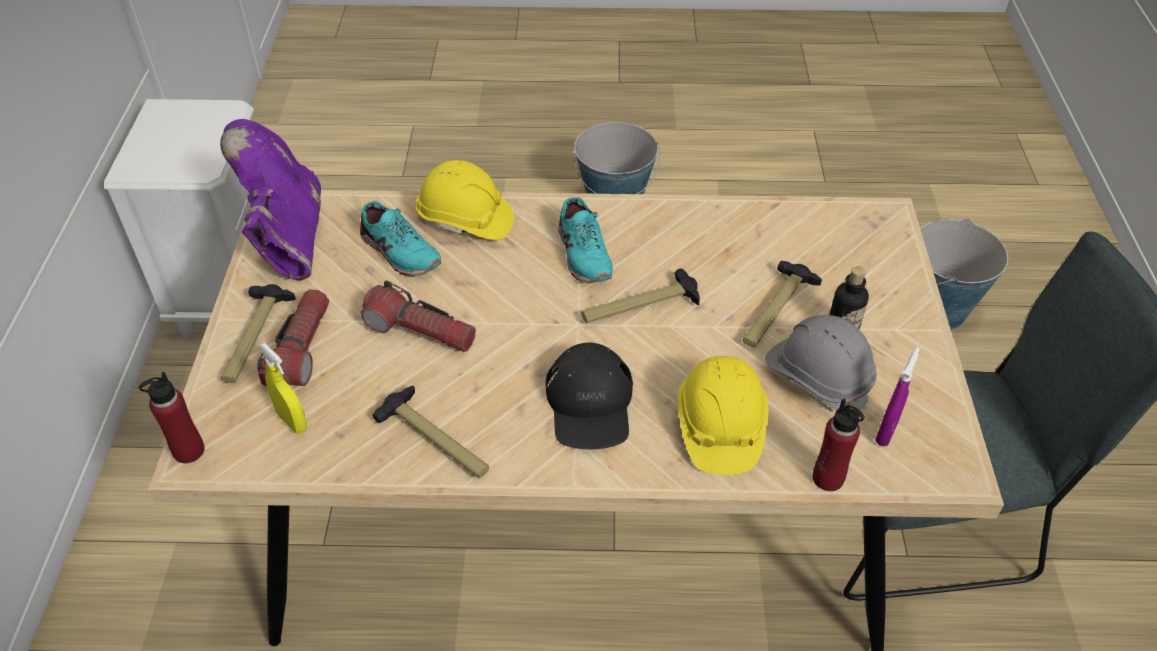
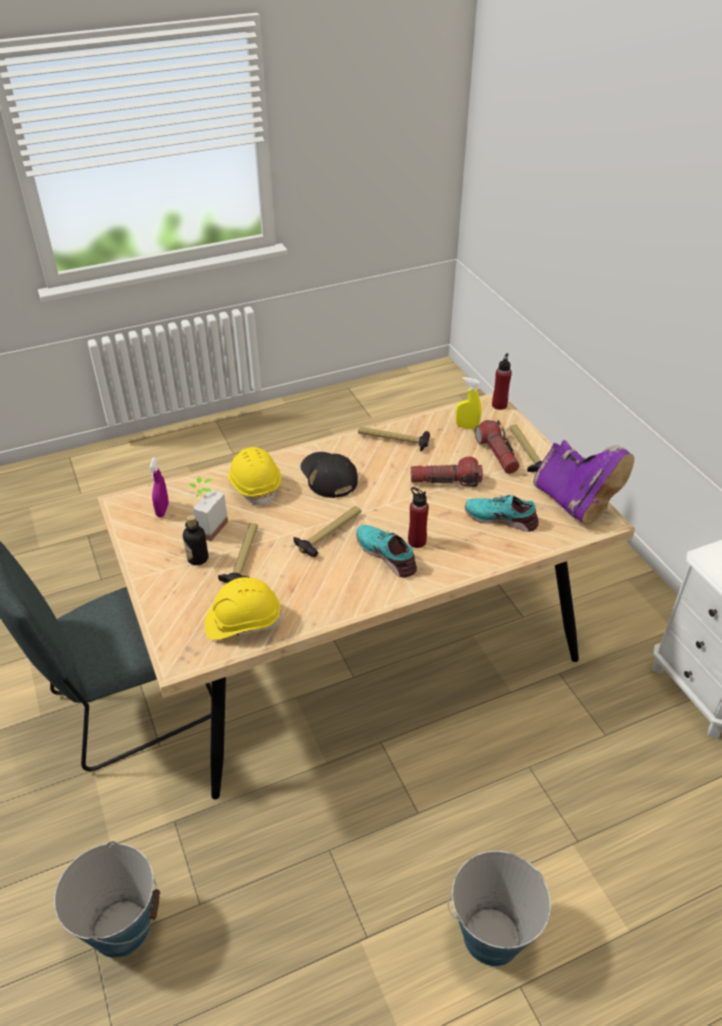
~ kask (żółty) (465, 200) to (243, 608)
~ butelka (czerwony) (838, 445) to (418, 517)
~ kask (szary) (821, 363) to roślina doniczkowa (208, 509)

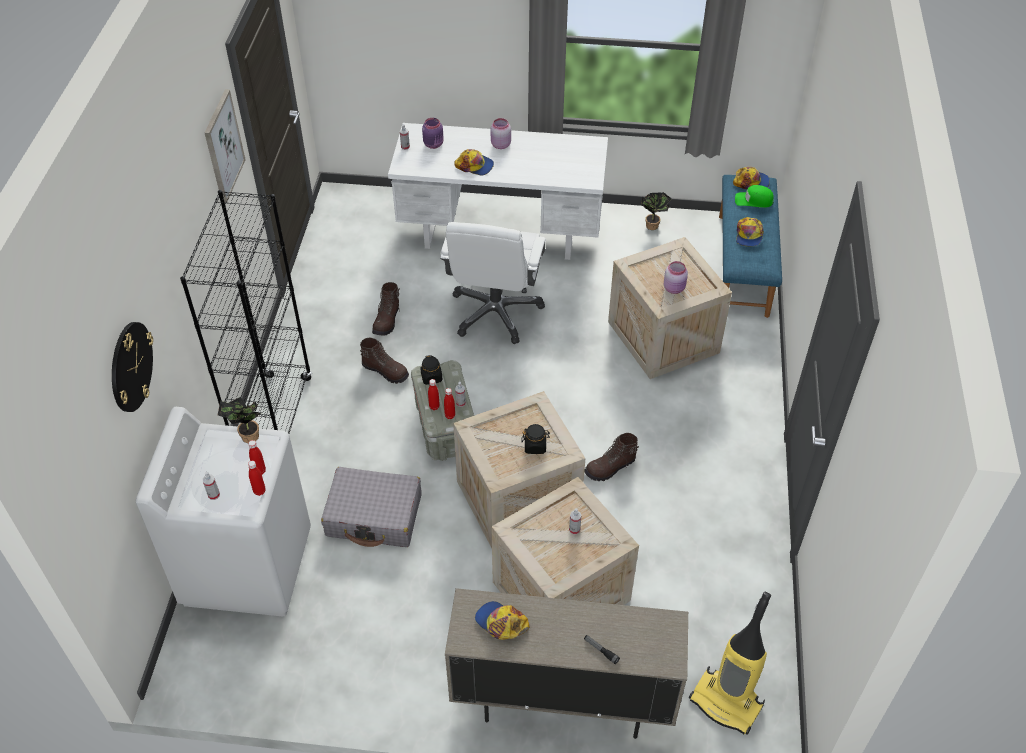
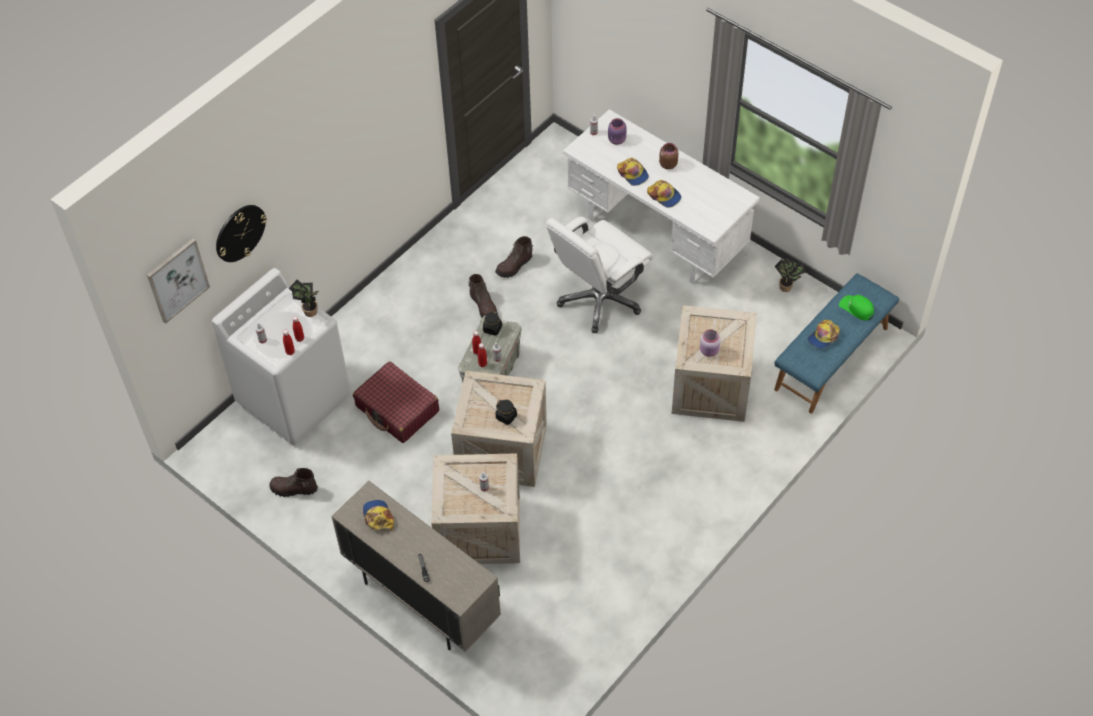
- regał (czarny) (246, 311)
- odkurzacz (730, 663)
~ obraz (225, 146) to (178, 281)
~ but z cholewką (brązowy) (611, 457) to (293, 482)
~ czapka z daszkiem (751, 178) to (664, 194)
~ walizka (szary) (371, 507) to walizka (czerwony) (396, 402)
~ słoik (różowy) (501, 133) to słoik (brązowy) (668, 156)

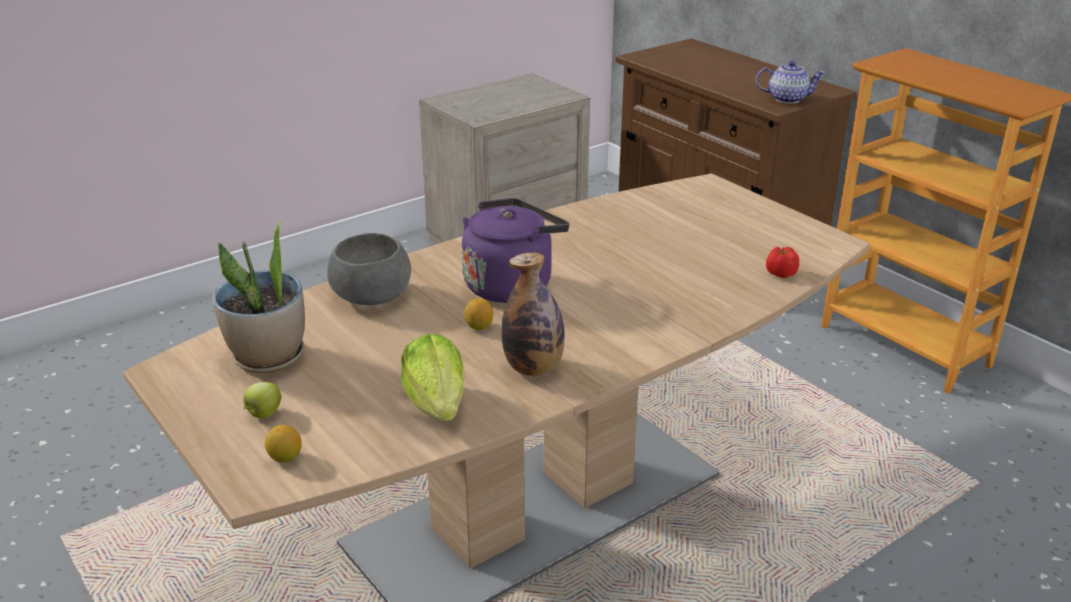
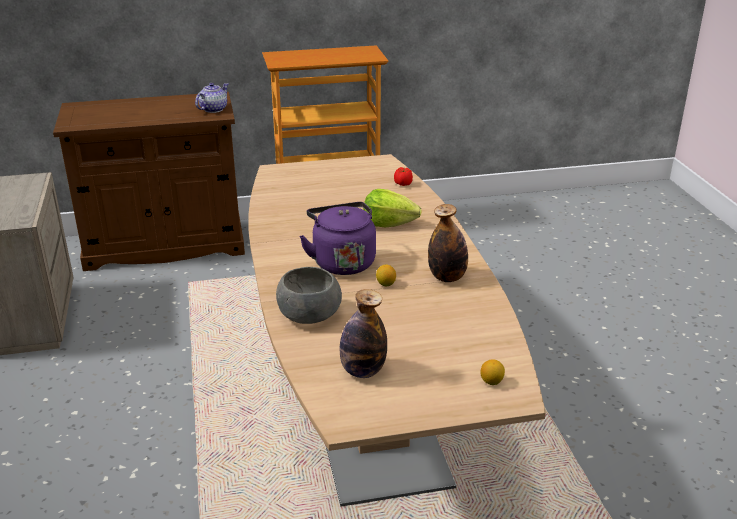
- jabłko (262, 400)
~ sałata (433, 377) to (392, 208)
~ roślina doniczkowa (258, 296) to butelka (363, 333)

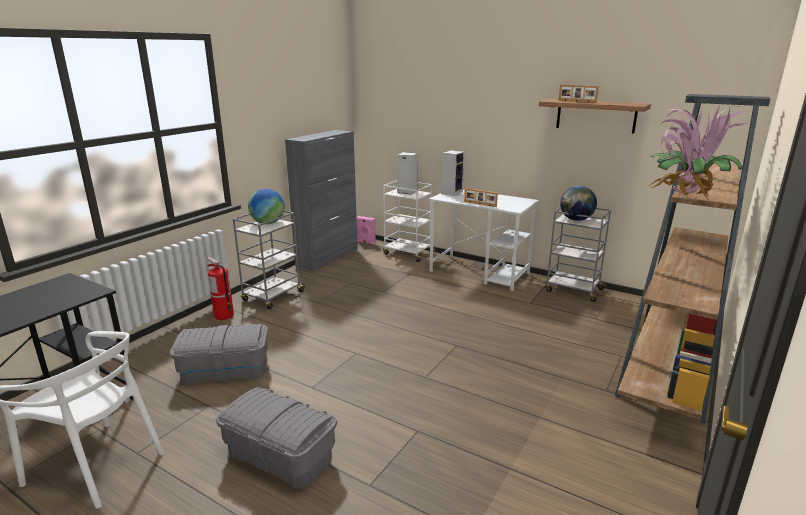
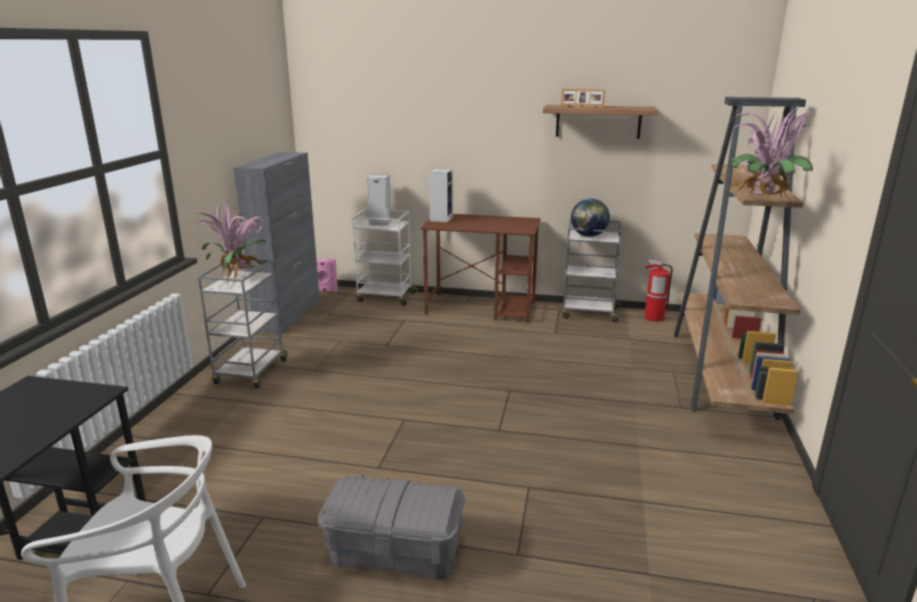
- pojemnik do przechowywania (szary) (219, 354)
- ramka na zdjęcie (481, 197)
~ gaśnica (220, 288) to (659, 290)
~ globus (266, 206) to roślina doniczkowa (230, 242)
~ biurko (biały) (484, 240) to biurko (brązowy) (481, 268)

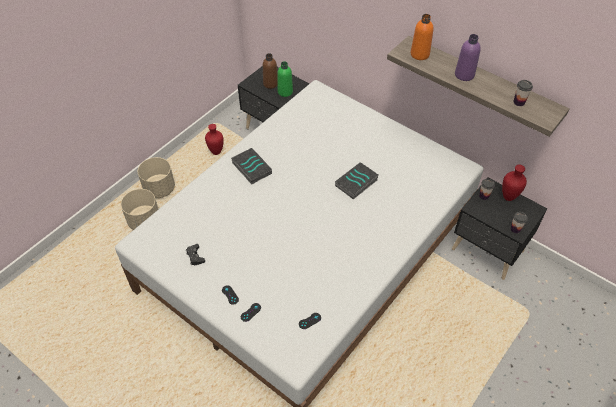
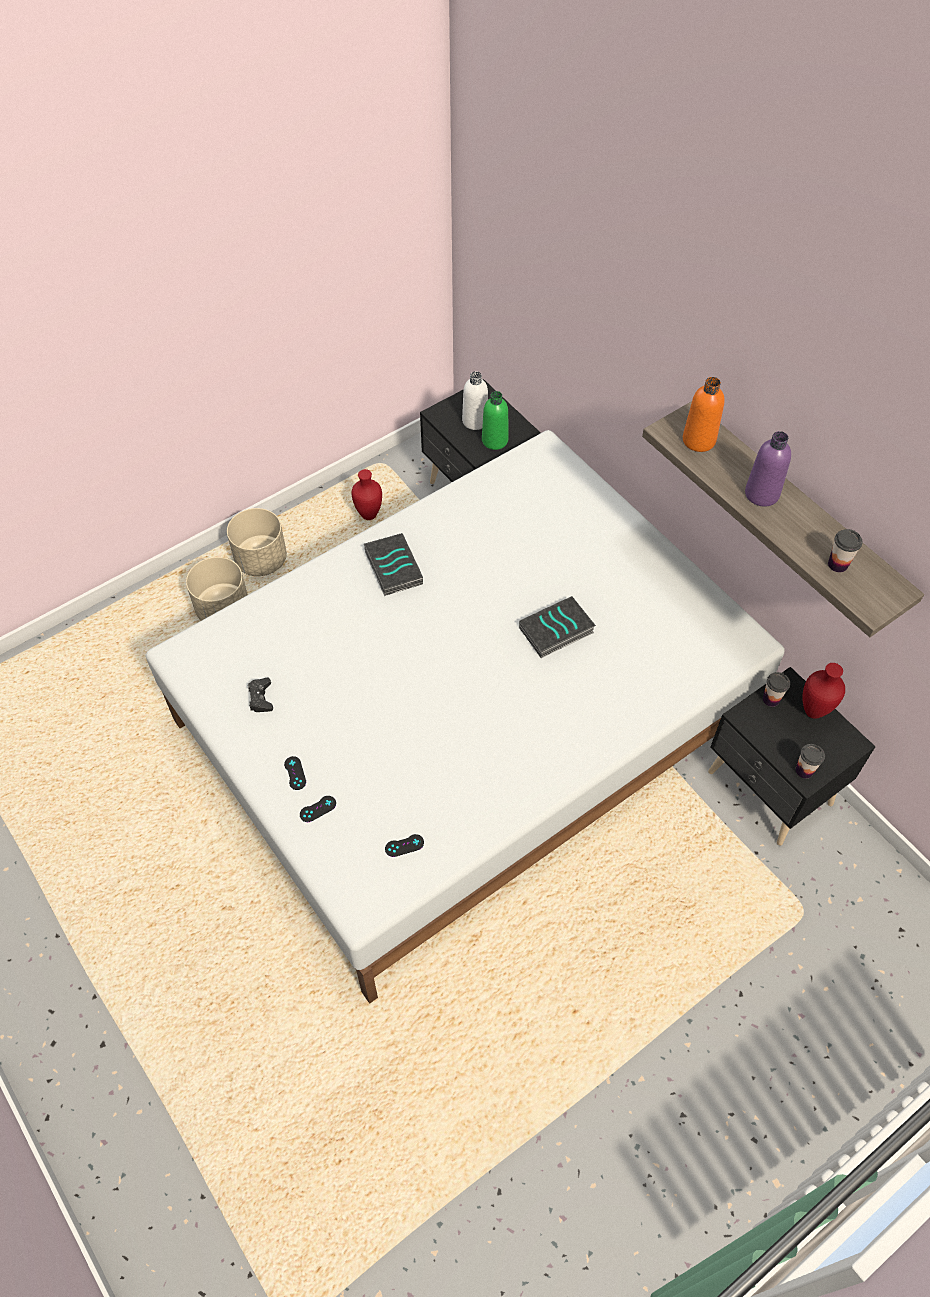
~ butelka (brązowy) (270, 71) to butelka (biały) (475, 400)

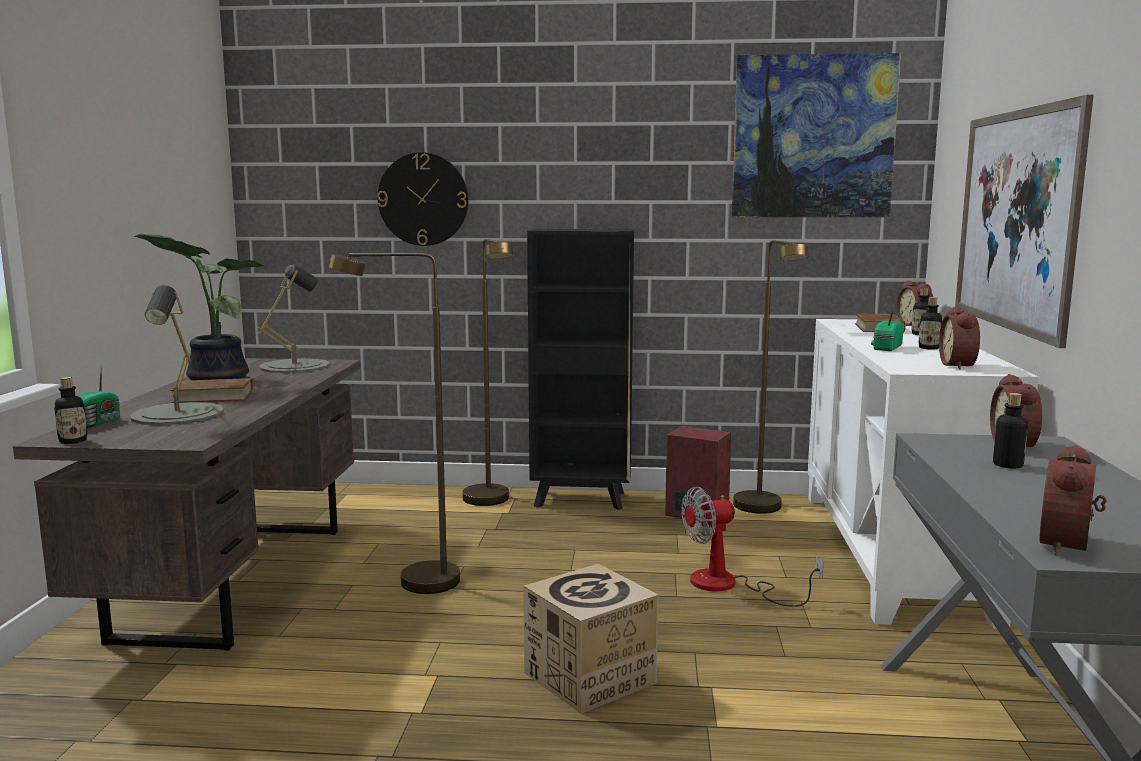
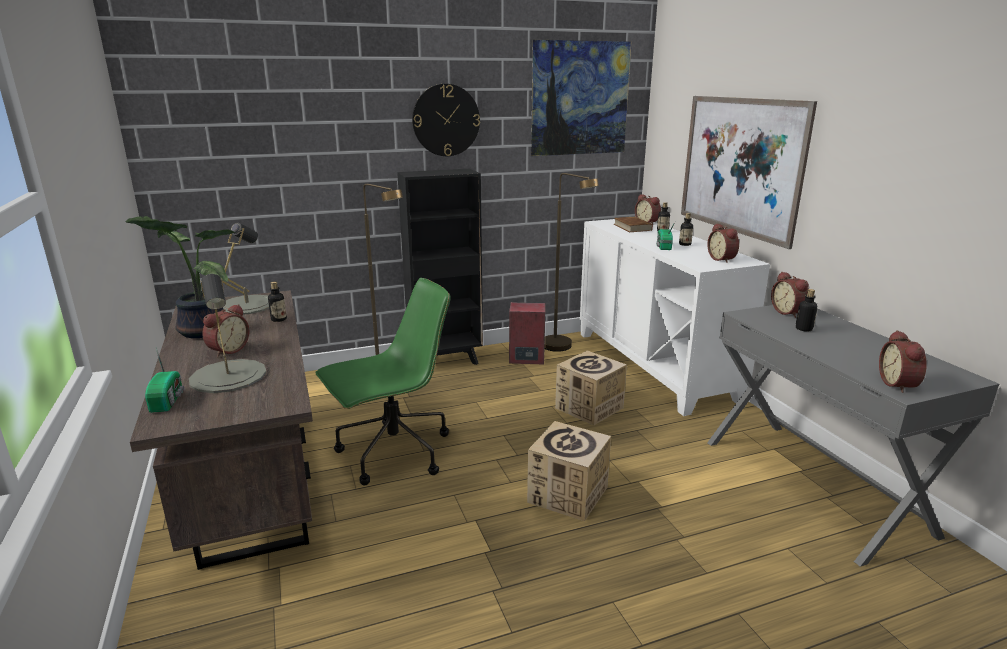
~ butelka (70, 410) to (277, 302)
~ zegar ścienny (423, 199) to (446, 120)
~ książka (brązowy) (210, 390) to budzik (225, 330)
~ lampa stojąca (brązowy) (394, 423) to krzesło biurowe (zielony) (383, 381)
~ wentylator (752, 547) to karton (591, 387)

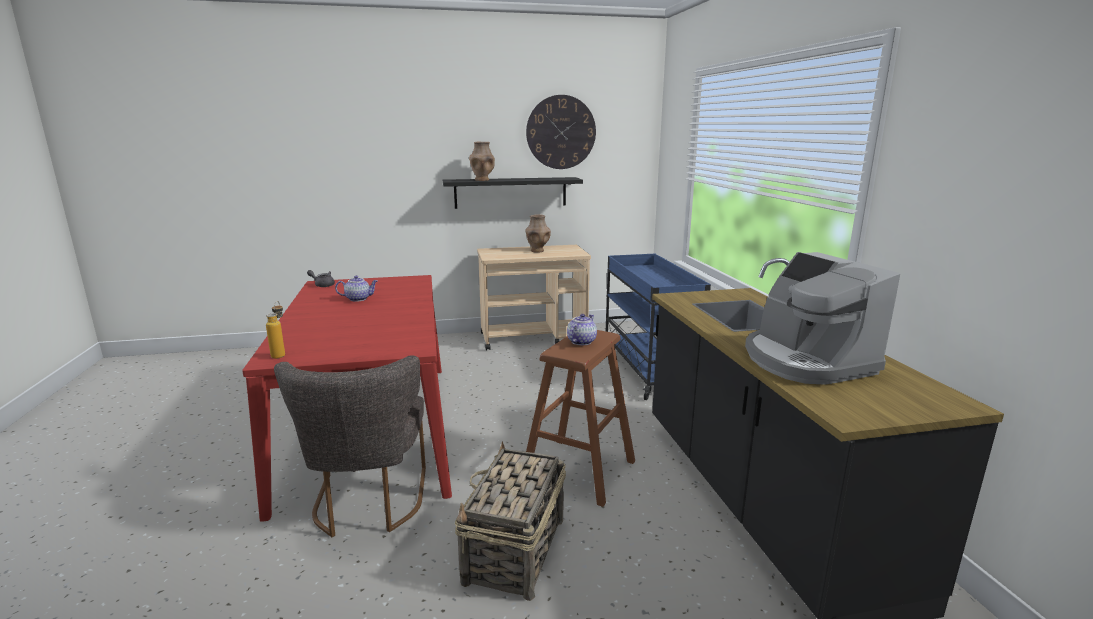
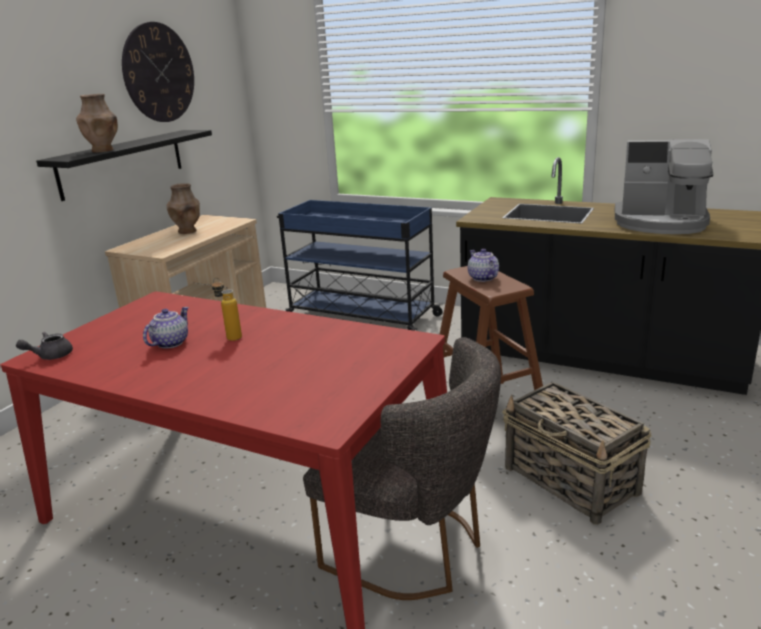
~ butelka (275, 330) to (227, 309)

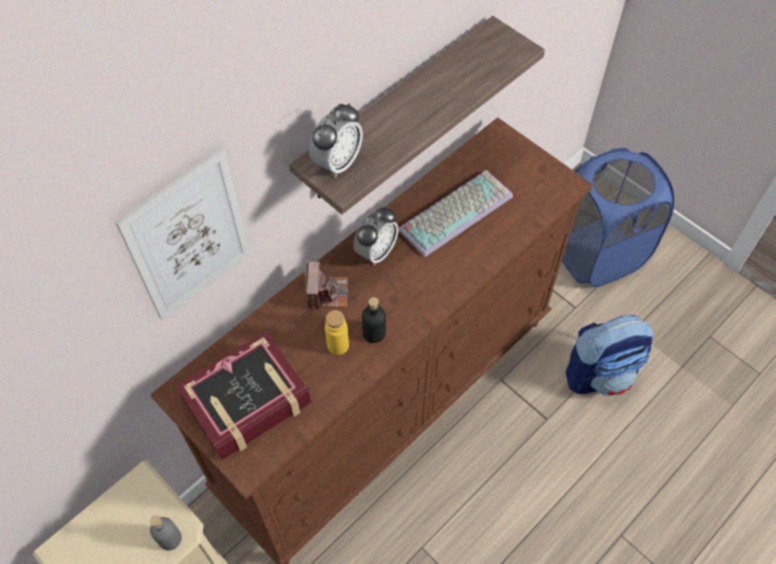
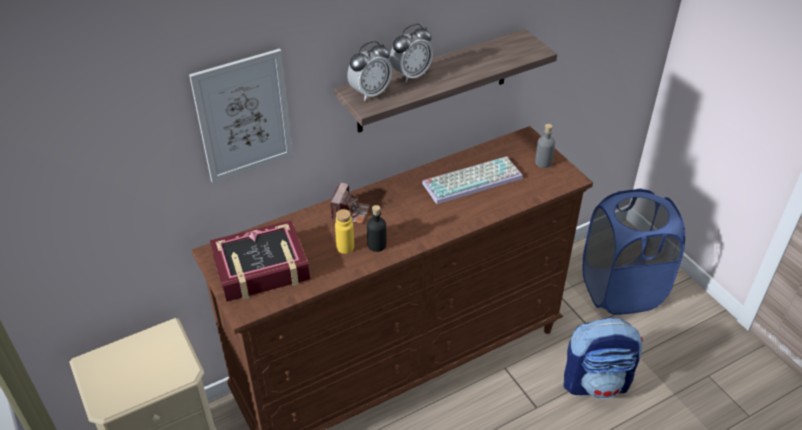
~ butelka (szary) (166, 533) to (545, 146)
~ budzik (376, 236) to (411, 53)

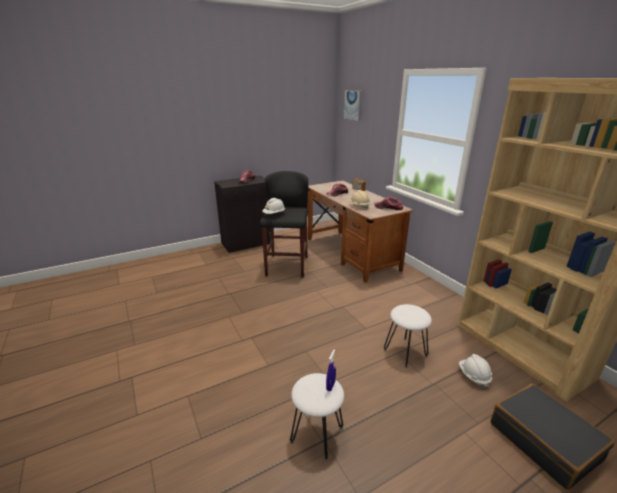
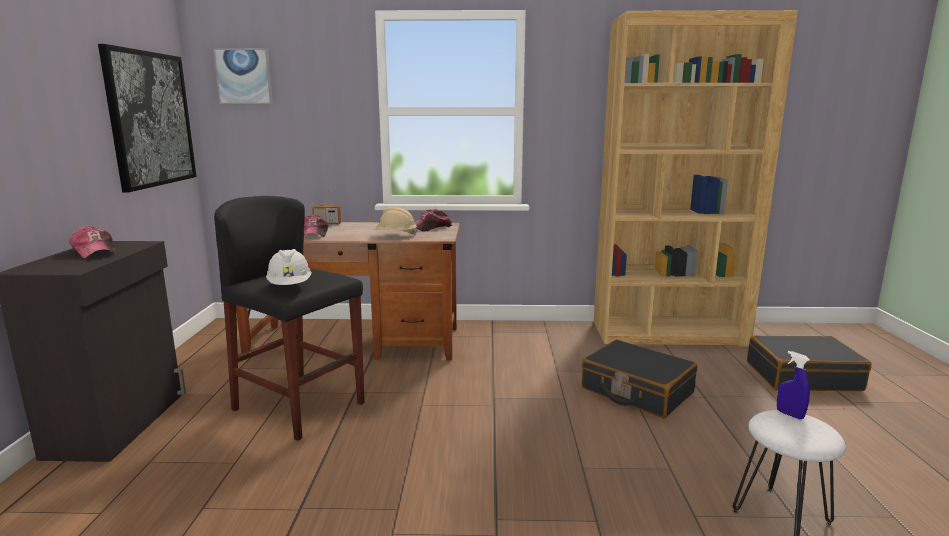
- kask (biały) (475, 371)
+ obraz (147, 118)
~ stołek (biały) (408, 336) to walizka (czarny) (639, 379)

